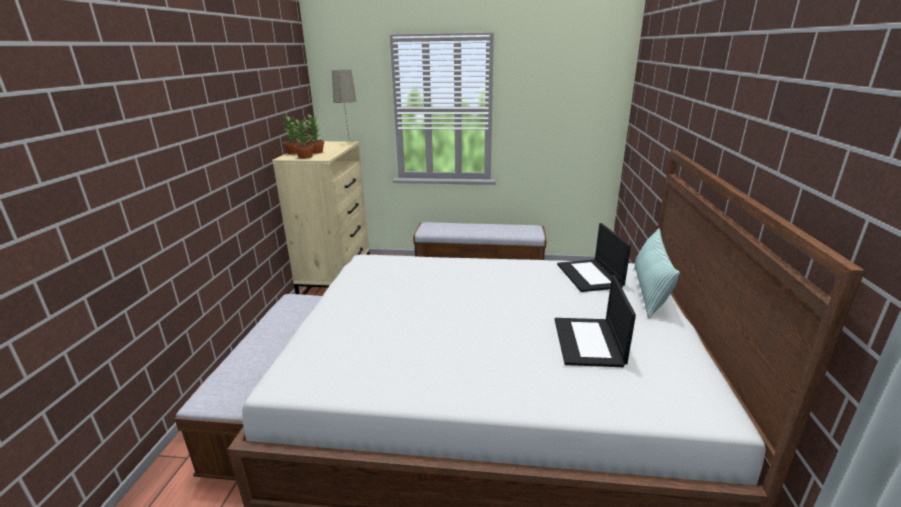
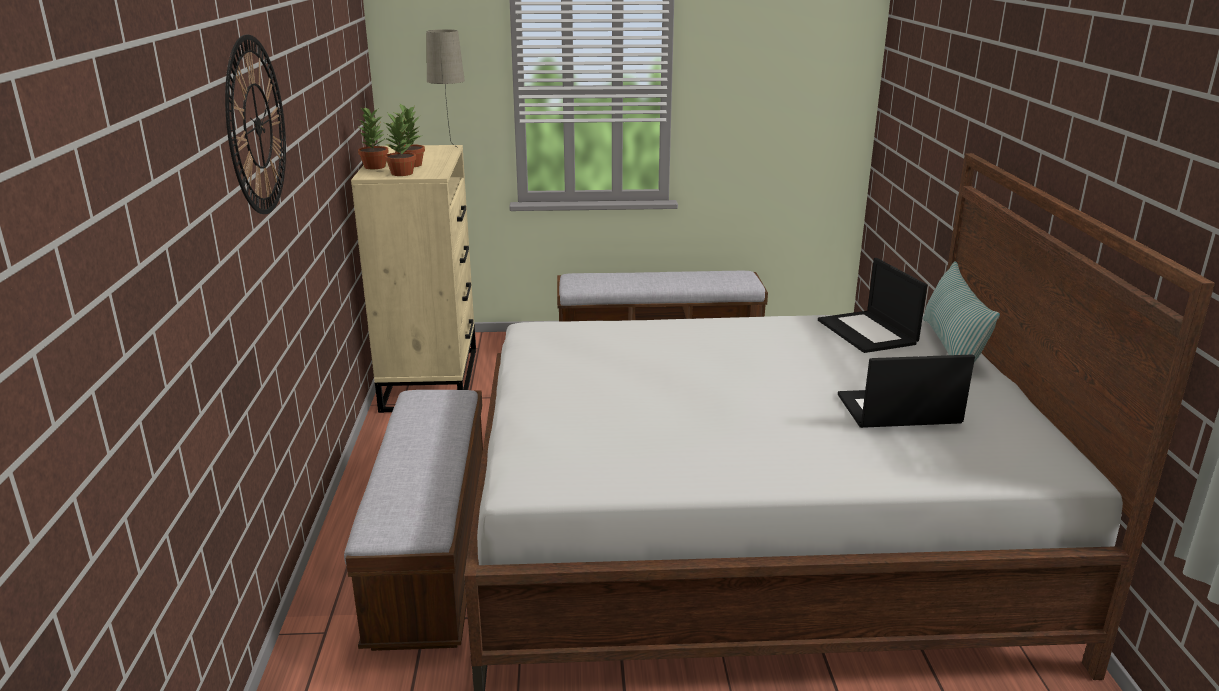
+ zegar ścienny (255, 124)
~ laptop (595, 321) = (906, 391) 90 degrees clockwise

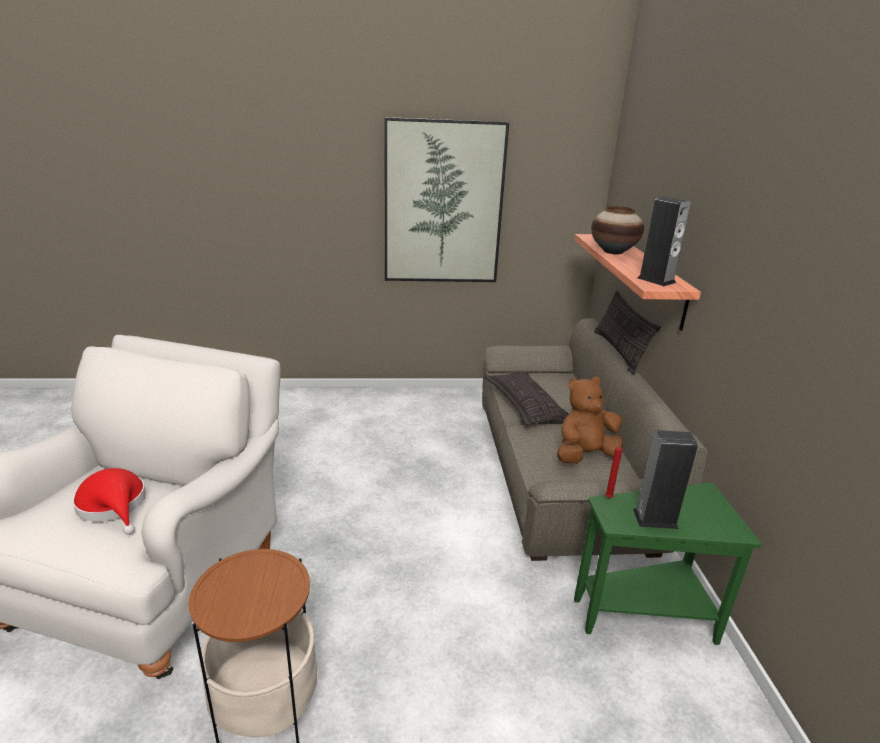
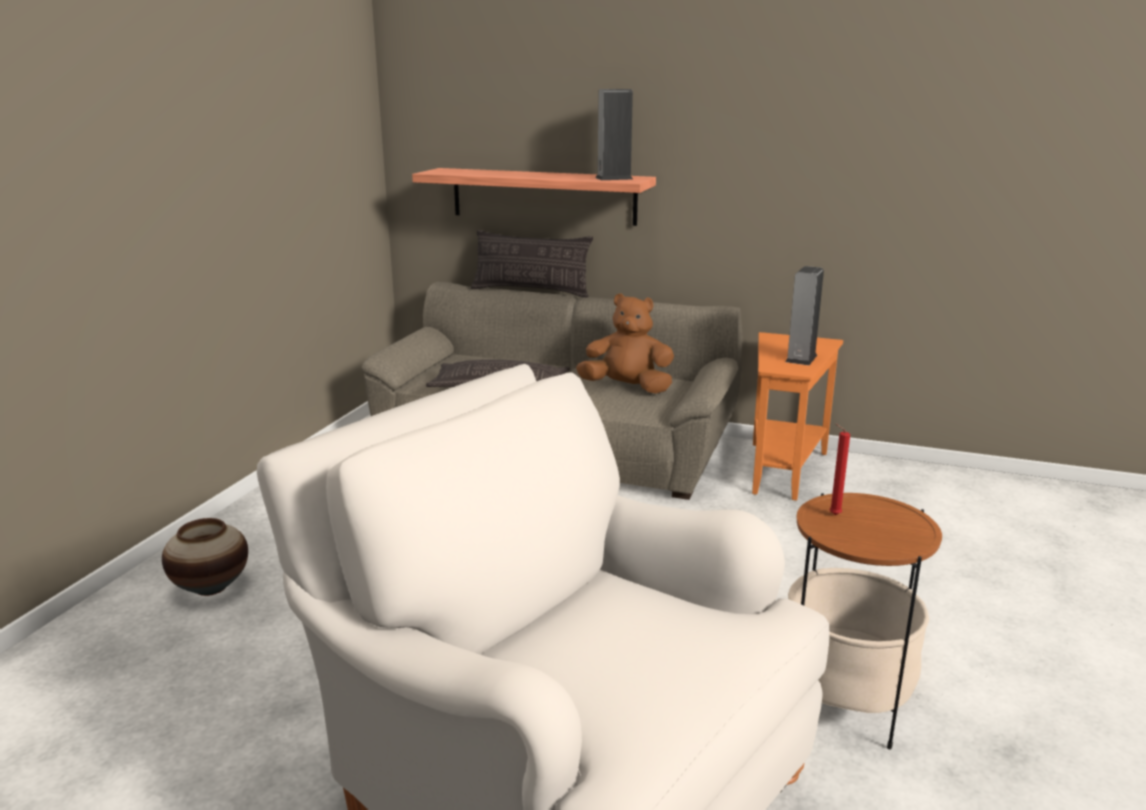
- kapelusz (czerwony) (109, 501)
- obraz (446, 199)
~ wazon (617, 230) to (205, 557)
~ świeca (czerwony) (613, 468) to (840, 469)
~ stolik (zielony) (668, 564) to stolik (pomarańczowy) (797, 416)
~ pluszak (brązowy) (590, 419) = (625, 343) 105 degrees clockwise

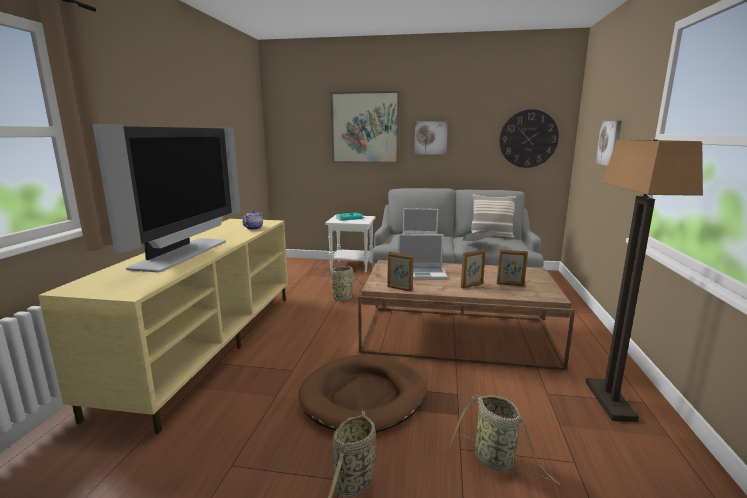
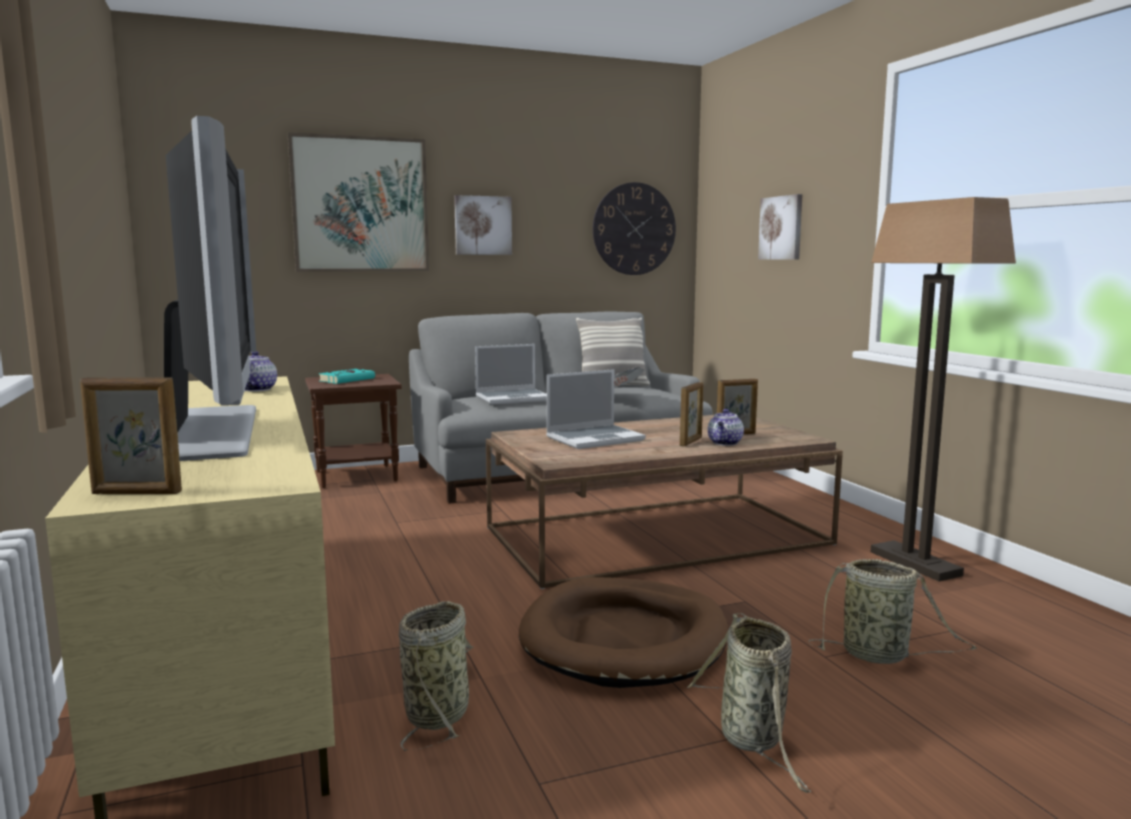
+ imbryk (726, 427)
~ koszyk (346, 284) to (436, 676)
~ ramka na zdjęcie (400, 272) to (131, 435)
~ stolik (biały) (350, 244) to stolik (brązowy) (353, 431)

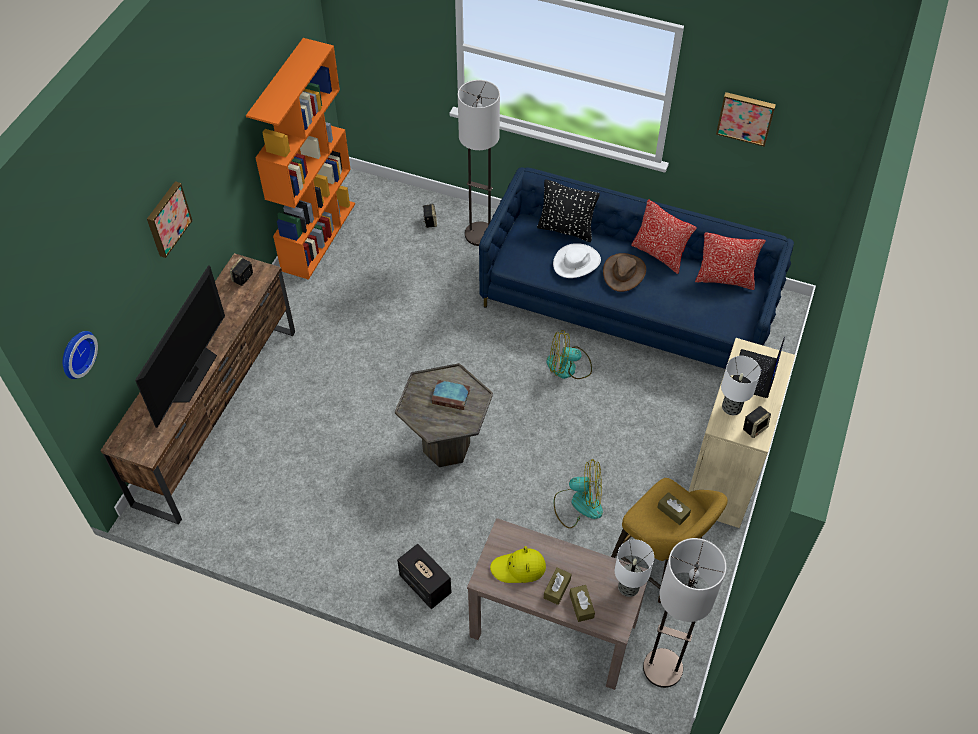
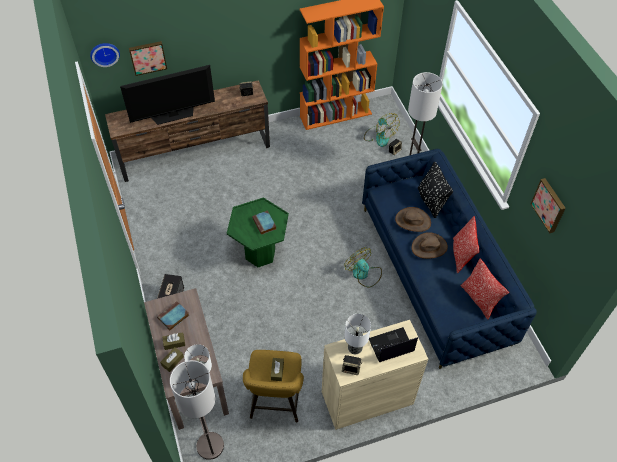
~ obraz (170, 219) to (148, 58)
~ wentylator (578, 493) to (382, 130)
~ kapelusz (żółty) (518, 564) to książka (173, 316)
~ stolik (szary) (444, 415) to stolik (zielony) (258, 232)
~ kapelusz (biały) (577, 260) to kapelusz (brązowy) (413, 219)

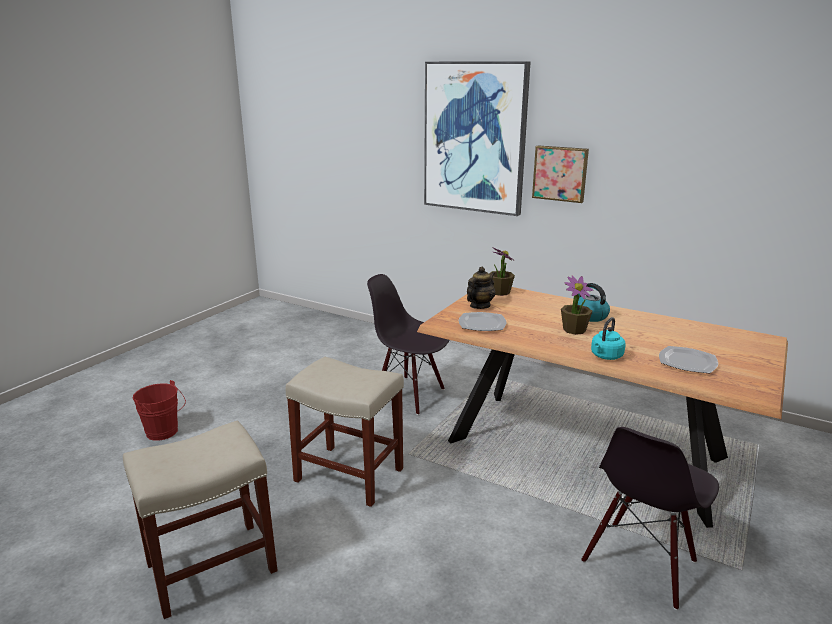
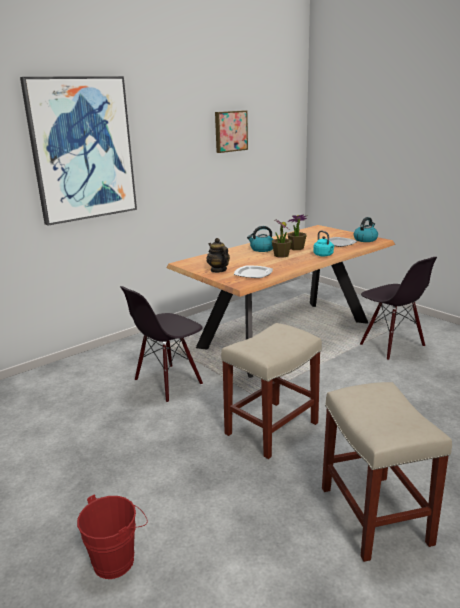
+ czajnik (366, 229)
~ roślina doniczkowa (502, 272) to (297, 232)
~ obraz (560, 174) to (231, 131)

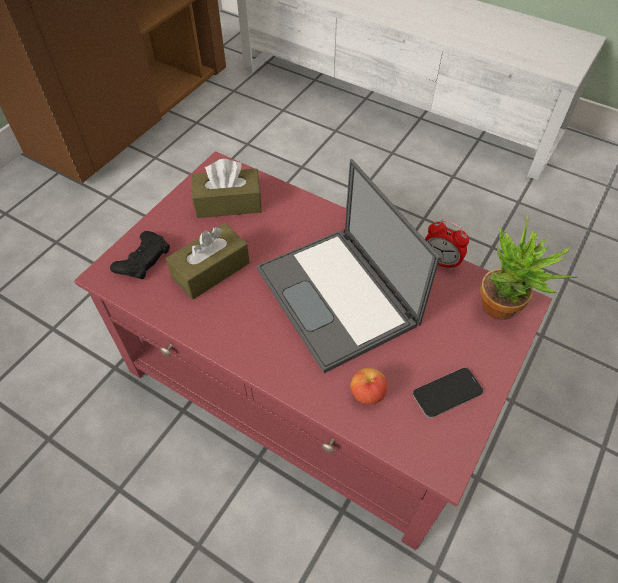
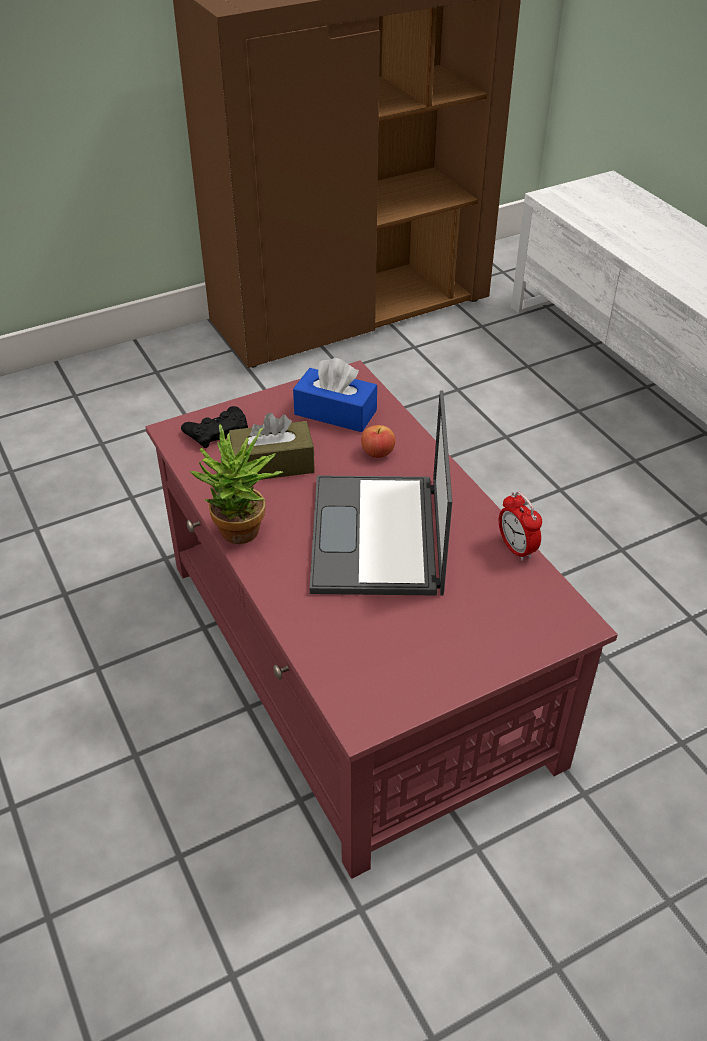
- telefon (448, 393)
~ jabłko (369, 386) to (378, 441)
~ roślina doniczkowa (528, 267) to (237, 484)
~ pudełko chusteczek (brązowy) (227, 188) to pudełko chusteczek (niebieski) (335, 395)

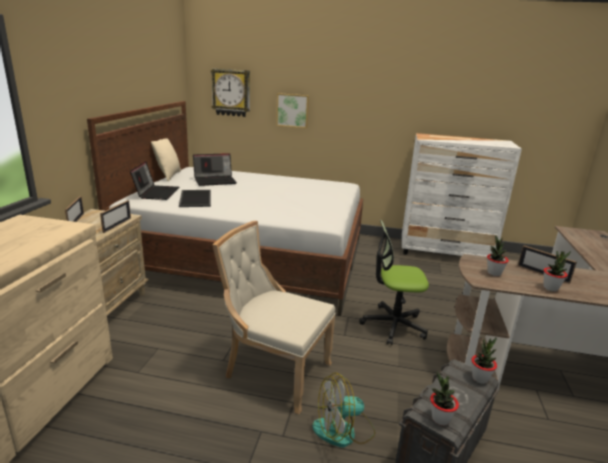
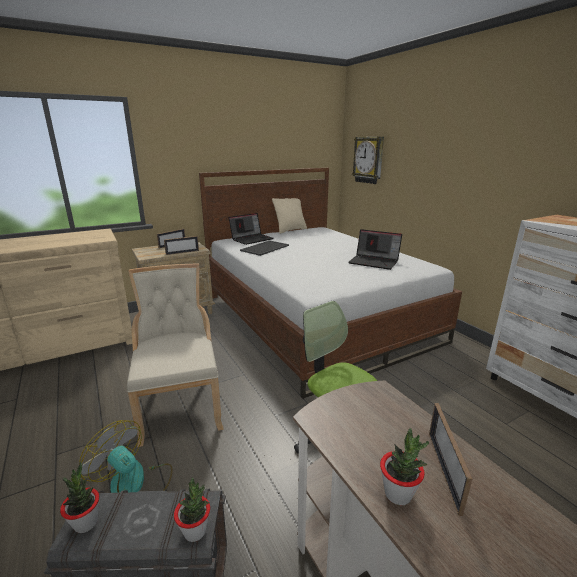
- obraz (292, 110)
- roślina doniczkowa (498, 256)
~ laptop (215, 169) to (375, 249)

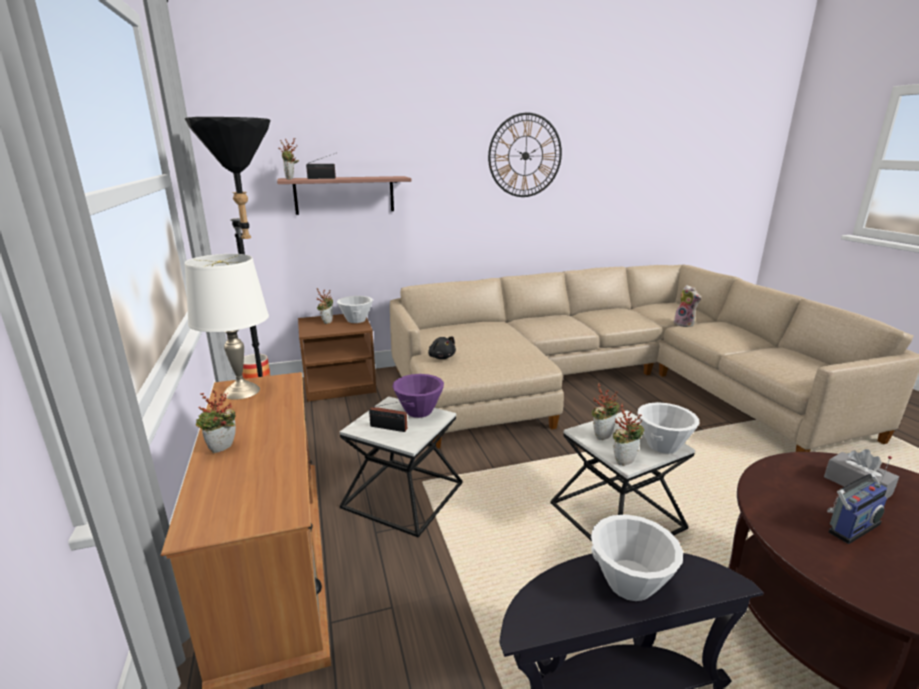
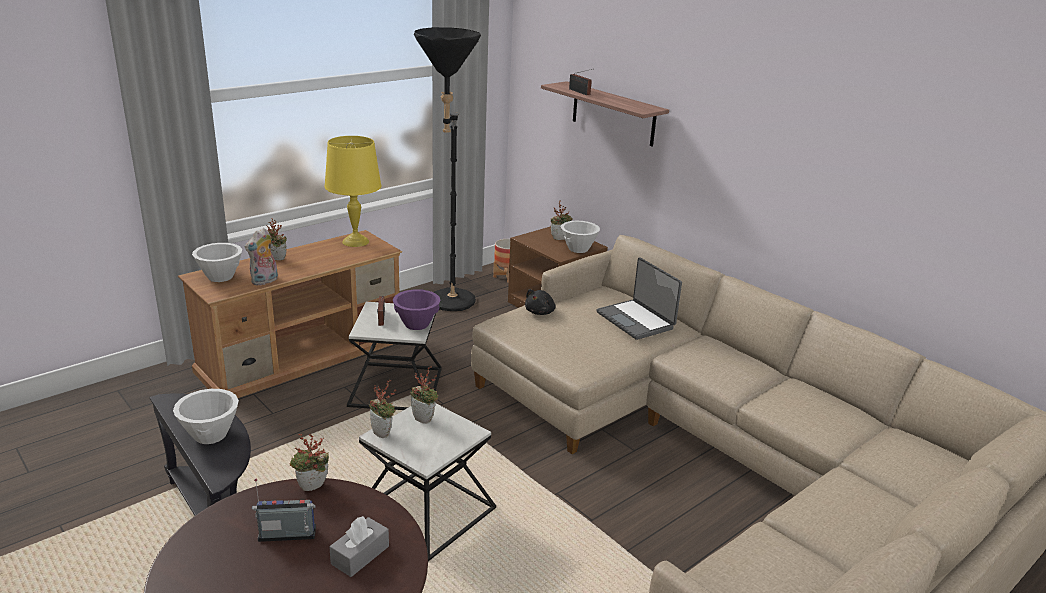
- zegar ścienny (525, 155)
+ laptop (639, 298)
~ roślina doniczkowa (288, 159) to (309, 462)
~ miska (biały) (669, 428) to (217, 262)
~ pluszak (687, 306) to (261, 257)
~ lampa stołowa (biały) (227, 327) to lampa stołowa (żółty) (353, 191)
~ radio (859, 500) = (284, 510) 135 degrees clockwise

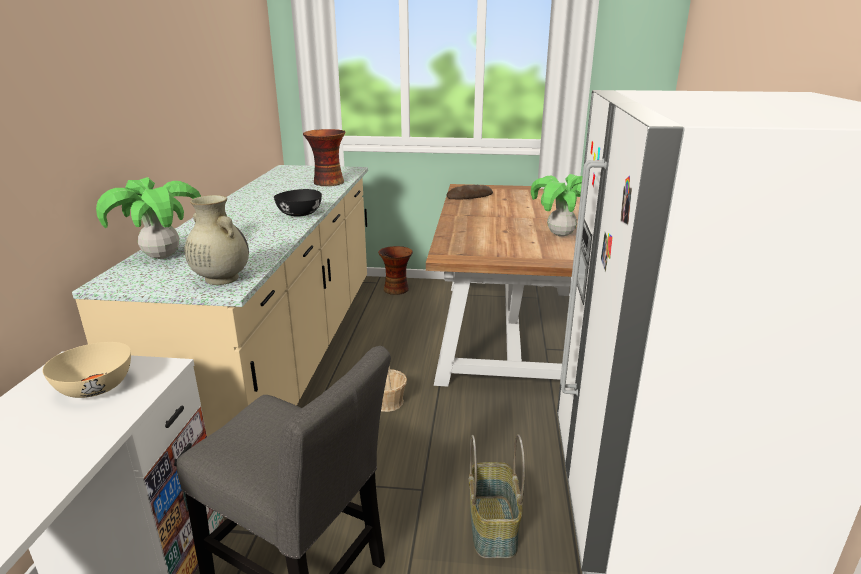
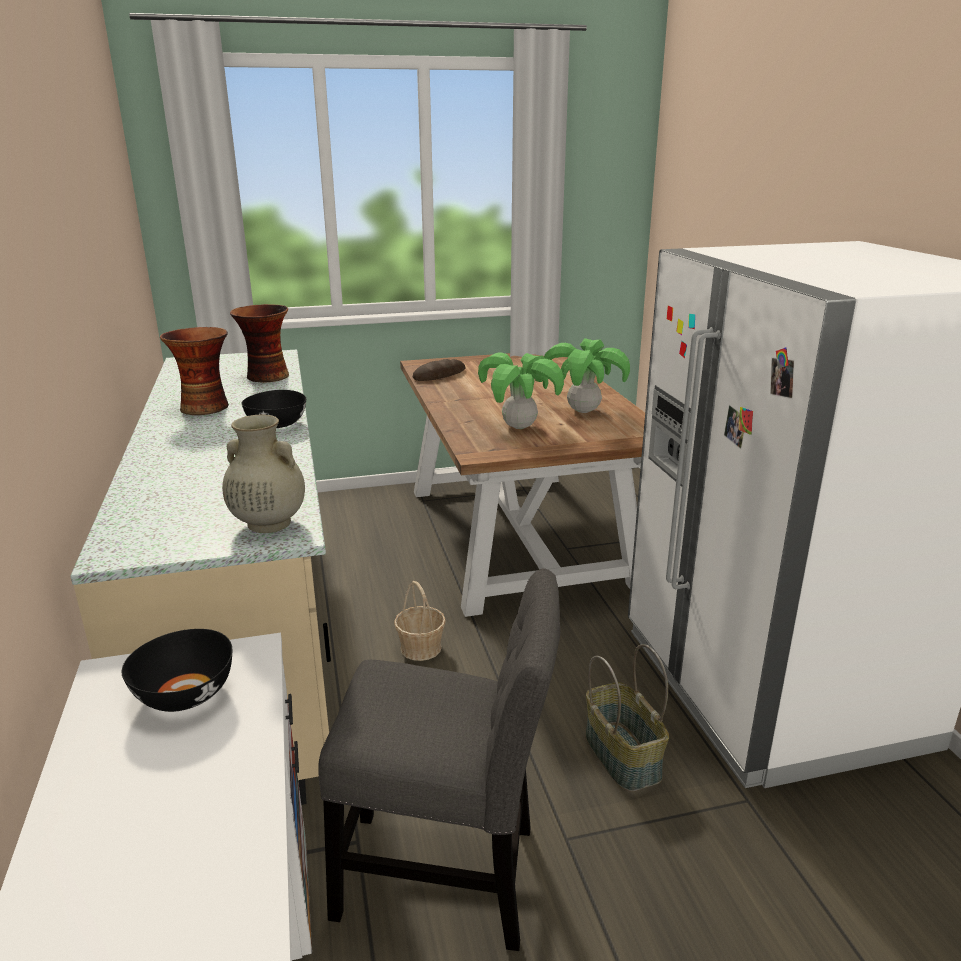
~ roślina doniczkowa (148, 218) to (521, 391)
~ wazon (395, 270) to (194, 371)
~ miska (beżowy) (86, 370) to miska (czarny) (176, 670)

